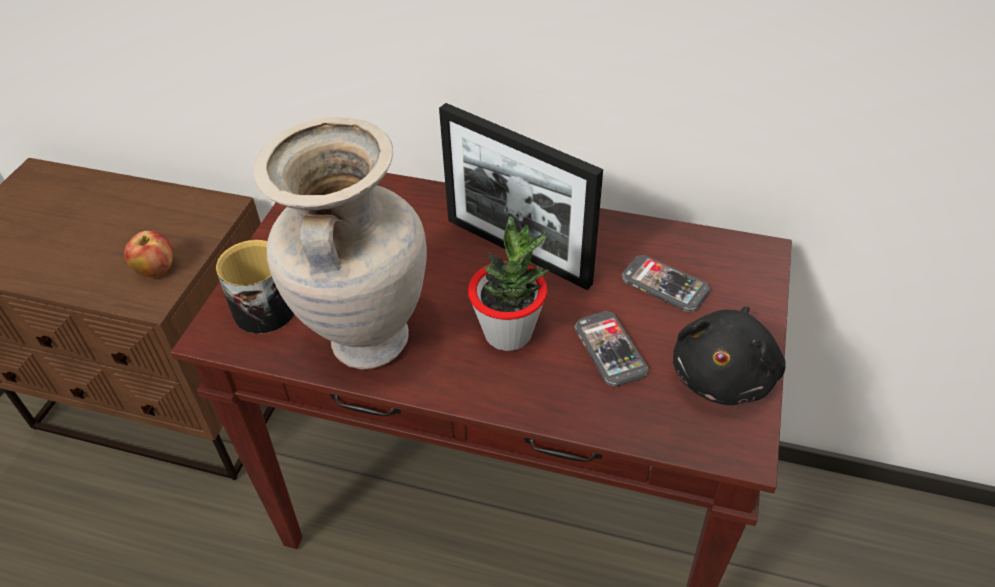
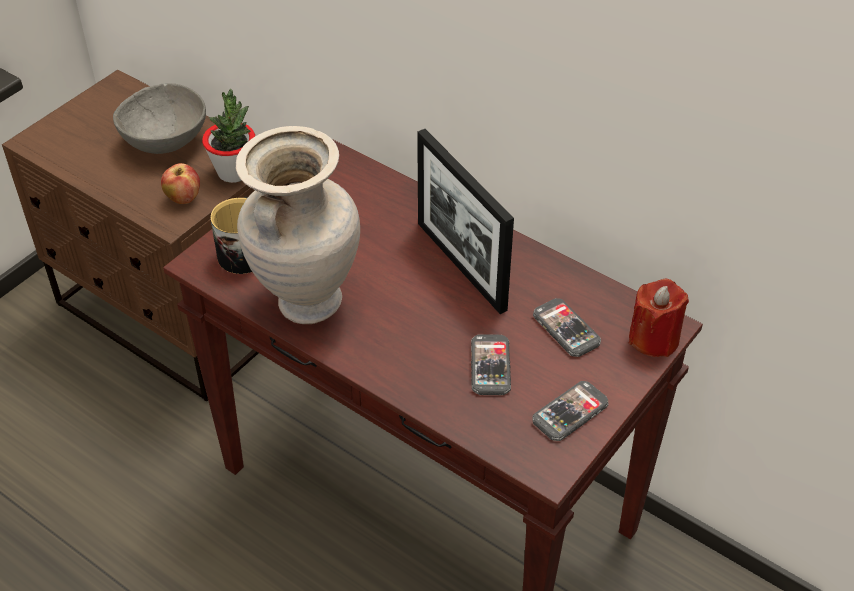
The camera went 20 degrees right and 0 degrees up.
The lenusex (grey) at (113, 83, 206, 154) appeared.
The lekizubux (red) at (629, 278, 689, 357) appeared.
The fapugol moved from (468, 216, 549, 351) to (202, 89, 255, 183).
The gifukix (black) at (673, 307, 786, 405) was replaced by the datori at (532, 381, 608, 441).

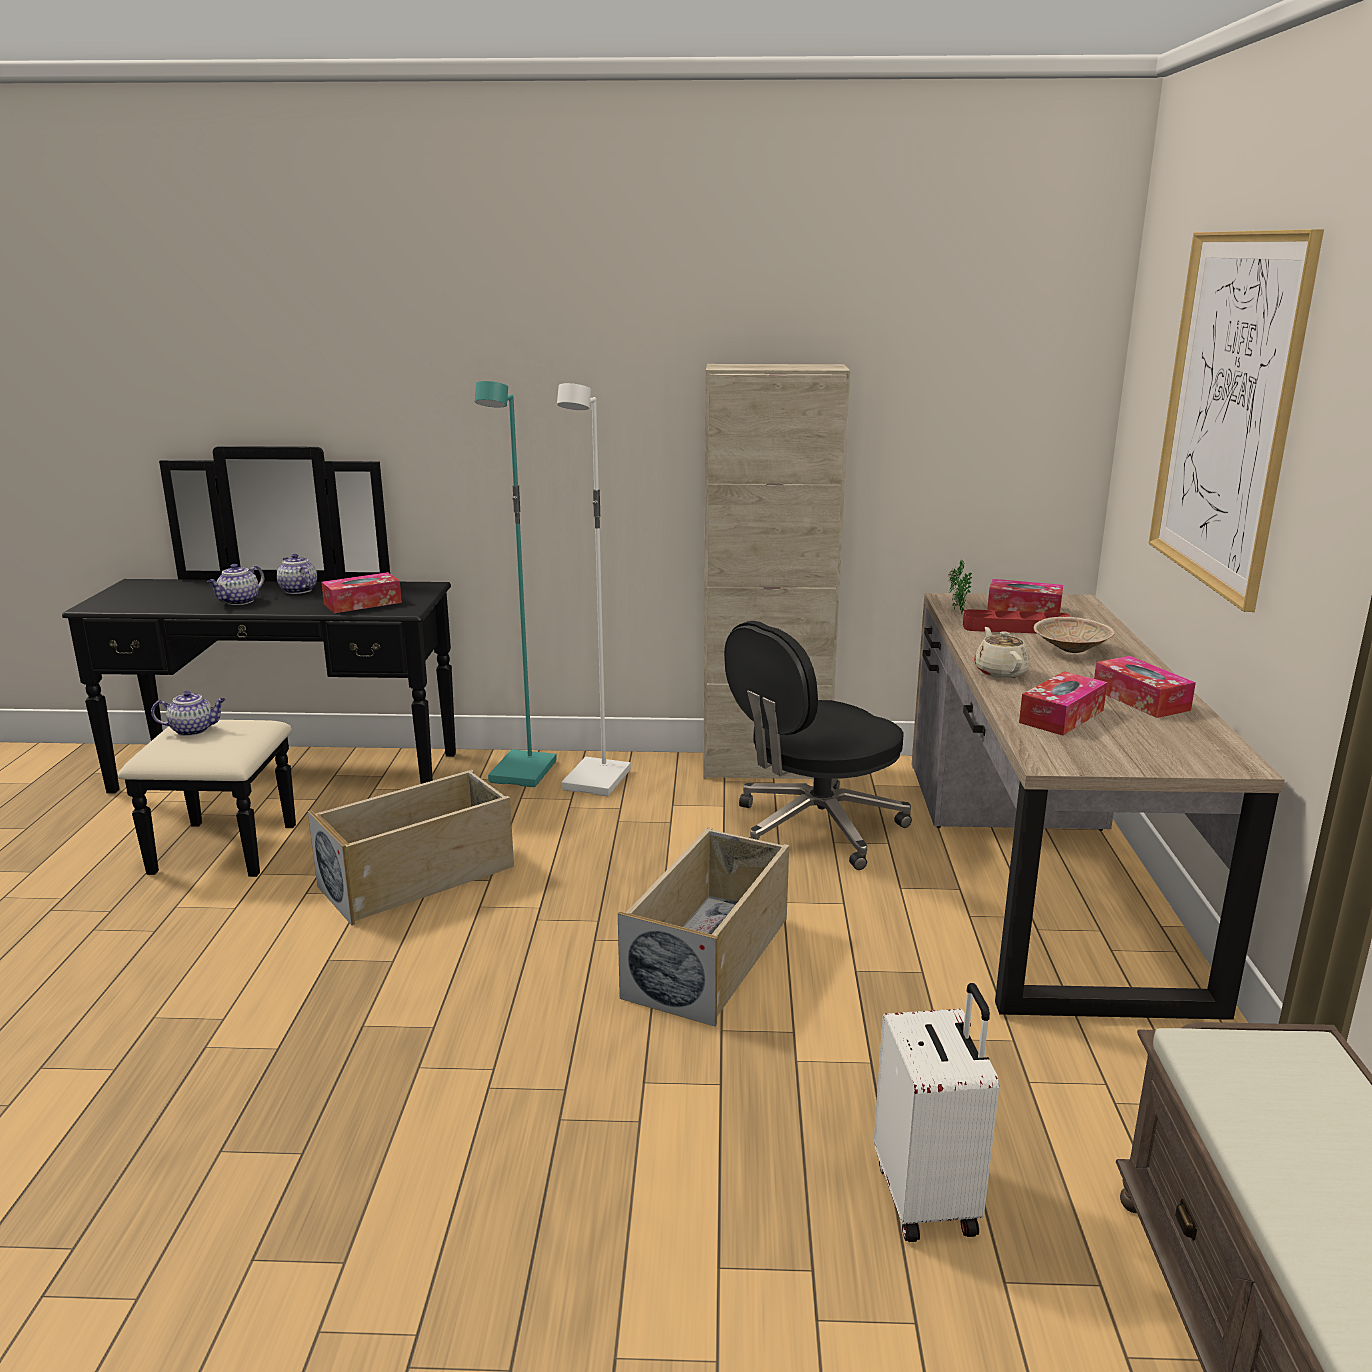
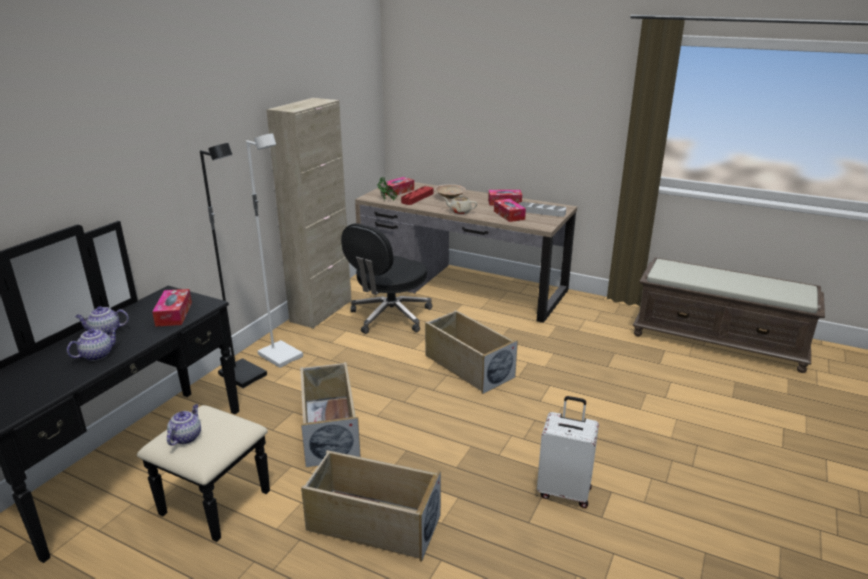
The camera went 65 degrees left and 5 degrees up.
The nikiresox at (1149, 229, 1324, 612) disappeared.
The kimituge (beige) at (301, 450, 441, 562) appeared.
The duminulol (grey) at (519, 202, 566, 217) appeared.
The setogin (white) moved from (874, 983, 999, 1242) to (537, 396, 599, 508).
The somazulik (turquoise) at (475, 381, 557, 787) became the somazulik (black) at (200, 143, 267, 388).
The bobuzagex at (207, 564, 264, 605) turned 105 degrees counterclockwise.
The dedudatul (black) at (724, 621, 912, 870) turned 45 degrees clockwise.

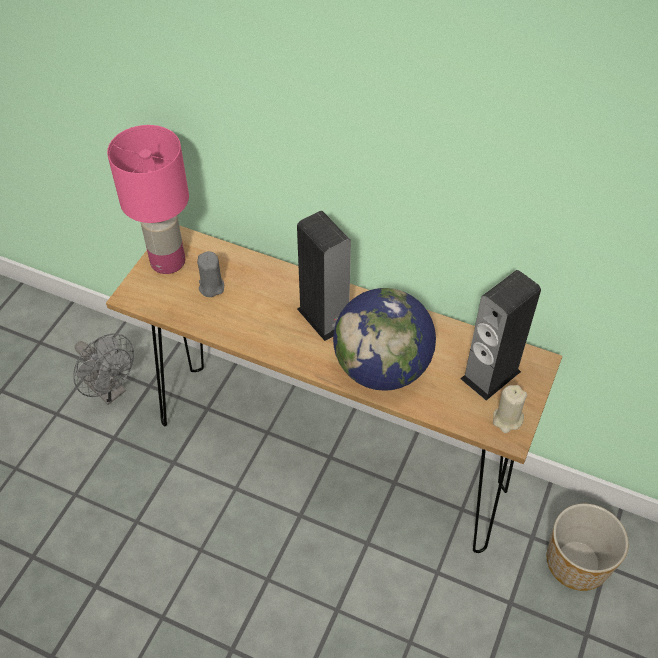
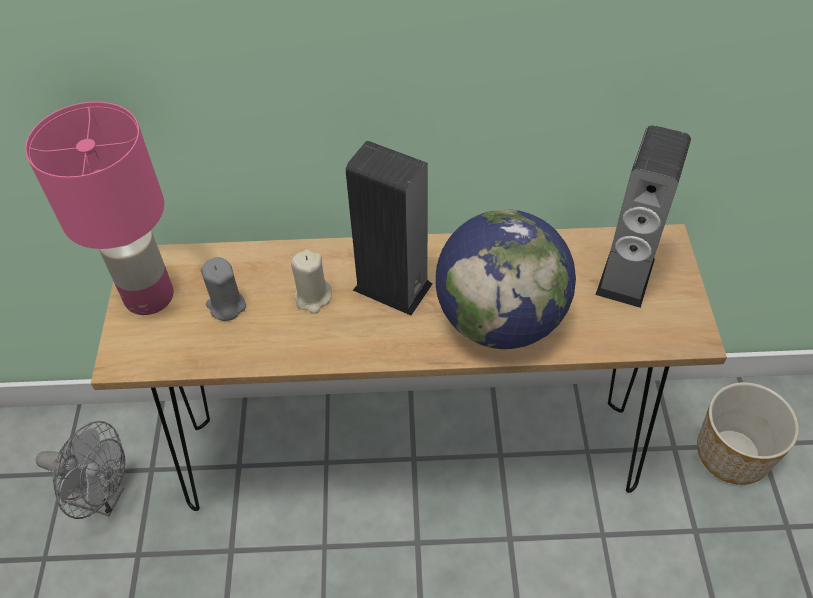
The camera went 25 degrees left and 0 degrees up.
The lekizubux (beige) moved from (493, 385, 527, 433) to (291, 249, 332, 314).

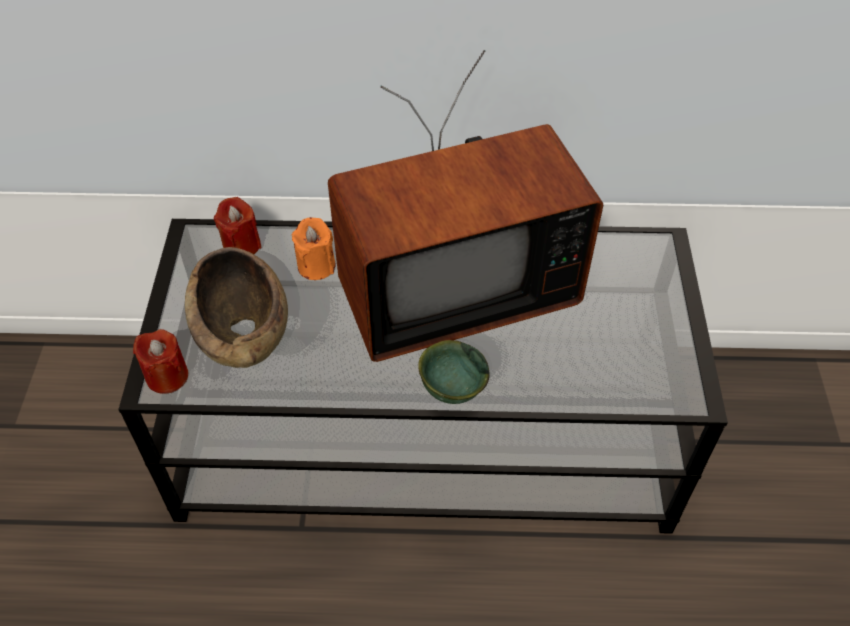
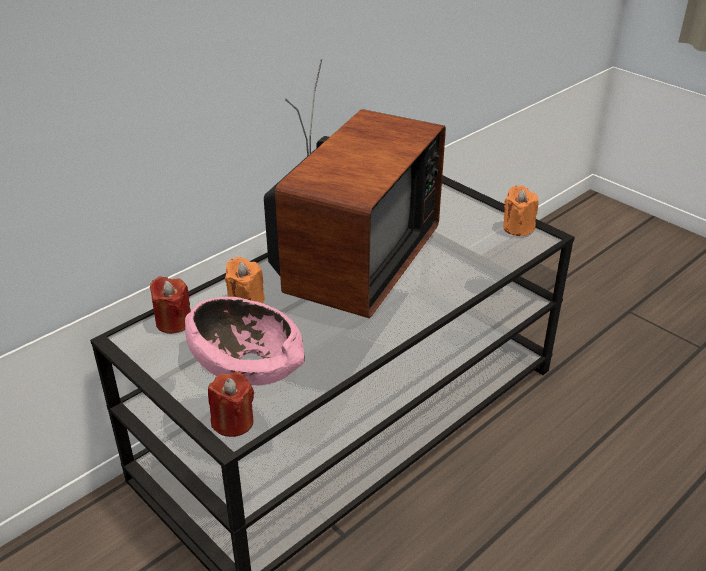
The camera went 45 degrees left and 15 degrees down.
The lenusex (green) at (418, 340, 490, 404) disappeared.
The lekizubux (orange) at (503, 185, 539, 236) appeared.
The lenusex (brown) at (185, 247, 288, 368) became the lenusex (pink) at (185, 297, 305, 385).

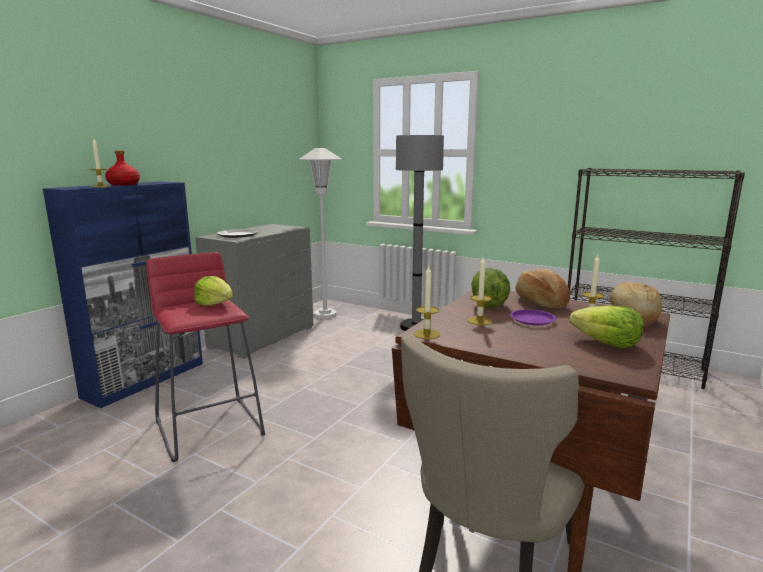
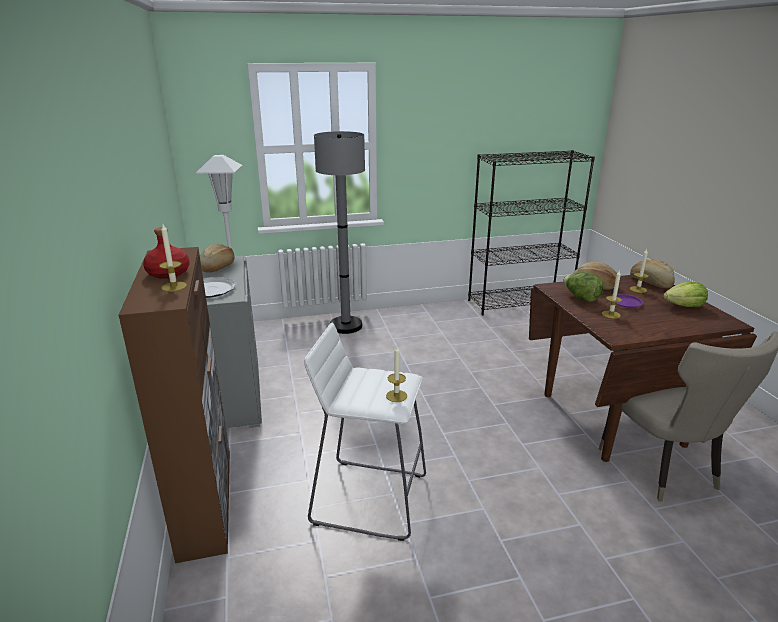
The camera went 45 degrees left and 10 degrees up.
The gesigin at (194, 276, 233, 306) disappeared.
The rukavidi at (200, 244, 235, 273) appeared.
The lekizubux moved from (414, 266, 440, 339) to (386, 347, 407, 402).
The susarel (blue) at (43, 181, 203, 408) became the susarel (brown) at (118, 247, 230, 563).
The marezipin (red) at (146, 252, 265, 462) became the marezipin (white) at (304, 323, 426, 541).

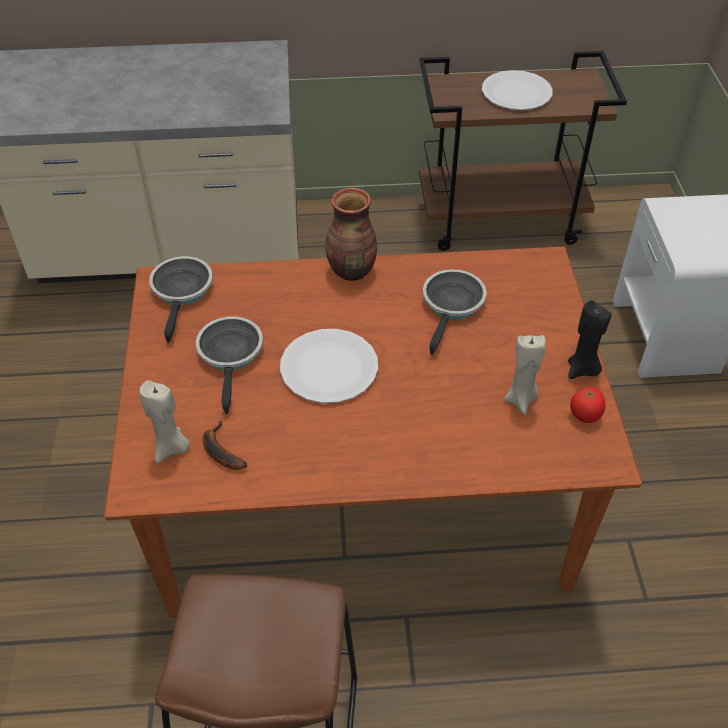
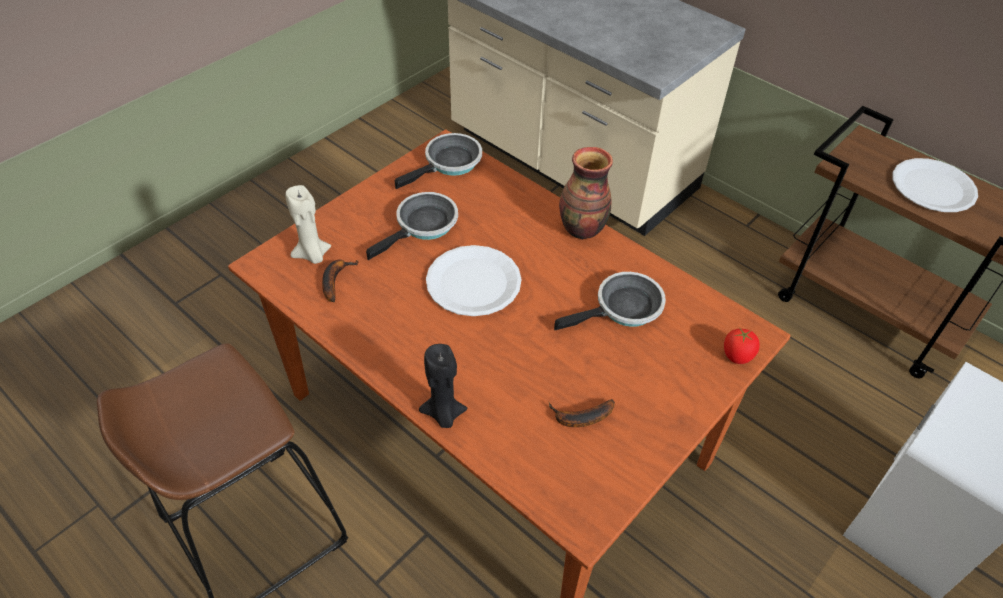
The camera went 45 degrees right and 0 degrees up.
The lekizubux (black) moved from (568, 300, 612, 379) to (419, 344, 468, 428).
The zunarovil moved from (570, 387, 605, 423) to (724, 327, 759, 364).
The lekizubux (beige) at (504, 335, 546, 415) was replaced by the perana at (549, 399, 615, 427).

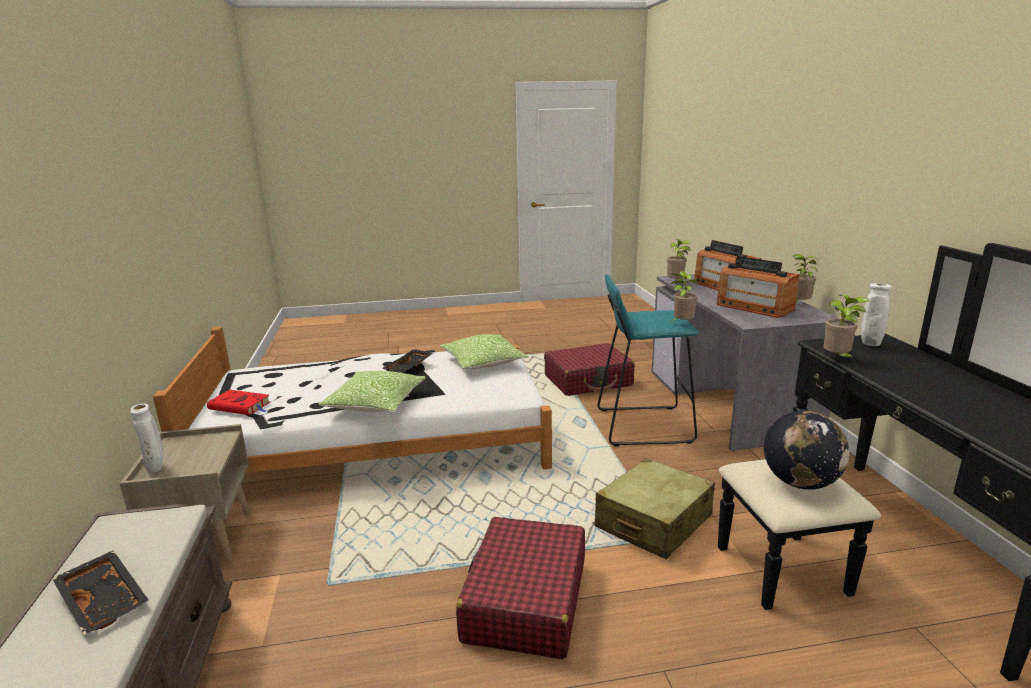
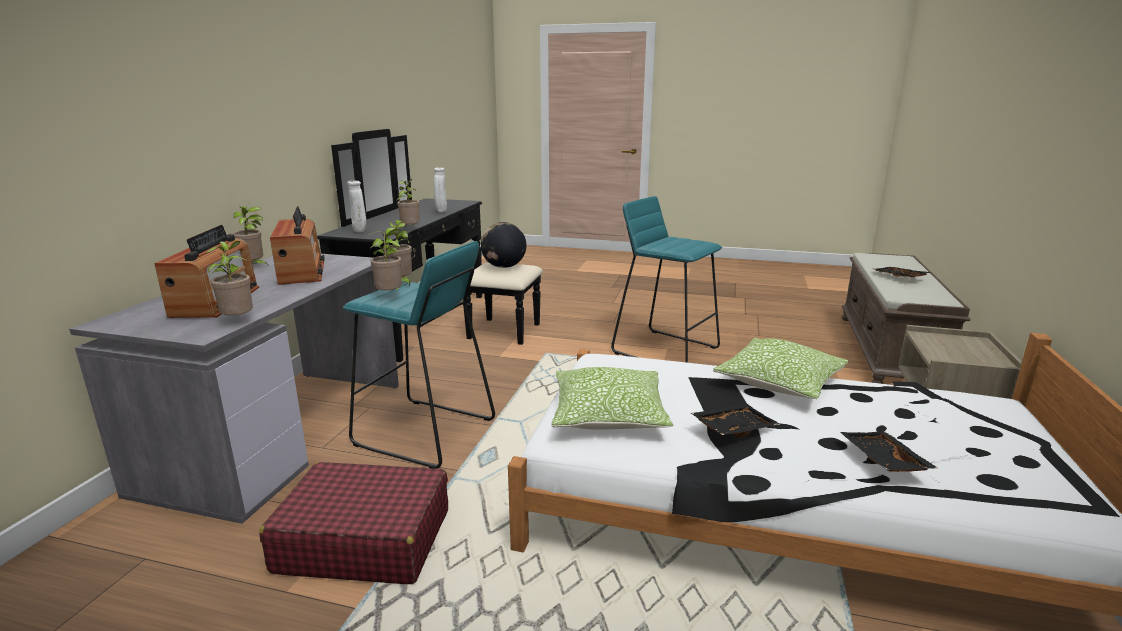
The camera went 155 degrees left and 0 degrees up.
The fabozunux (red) at (207, 390, 270, 415) disappeared.
The setogin (beige) at (595, 458, 715, 559) disappeared.
The fapugol at (369, 227, 402, 291) appeared.
The duminulol (black) at (840, 432, 939, 472) appeared.
The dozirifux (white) moved from (130, 404, 163, 473) to (434, 167, 447, 213).
The setogin (red) at (456, 517, 585, 659) was replaced by the marezipin (turquoise) at (611, 196, 722, 363).

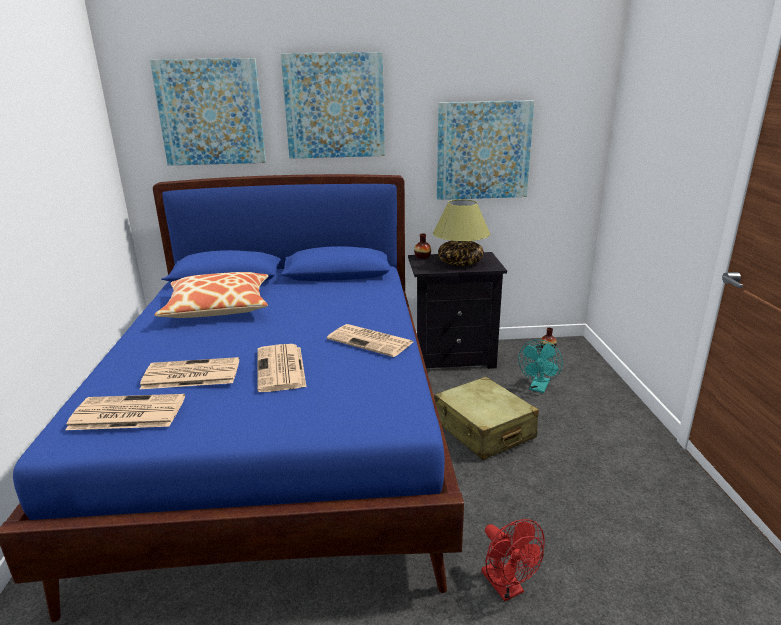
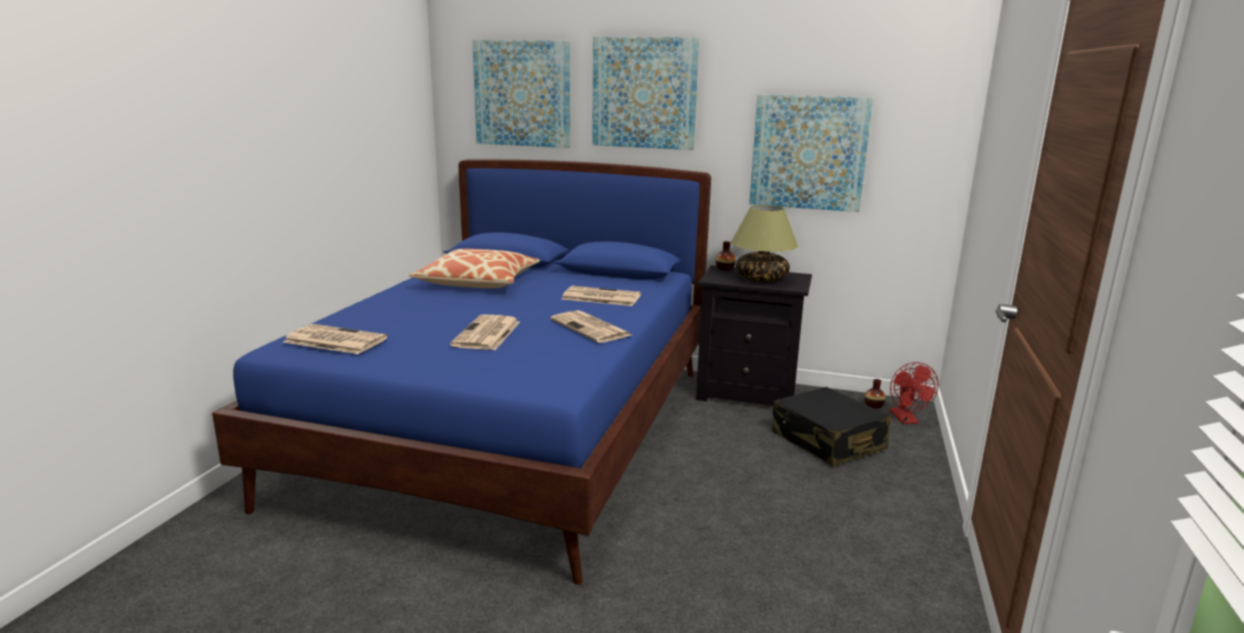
The camera went 20 degrees right and 5 degrees down.
The setogin (beige) at (434, 376, 539, 460) disappeared.
The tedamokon moved from (140, 357, 239, 389) to (562, 286, 641, 306).
The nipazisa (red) moved from (481, 519, 545, 601) to (890, 362, 938, 424).
The nipazisa (turquoise) at (518, 340, 563, 393) was replaced by the setogin (black) at (772, 387, 891, 466).

